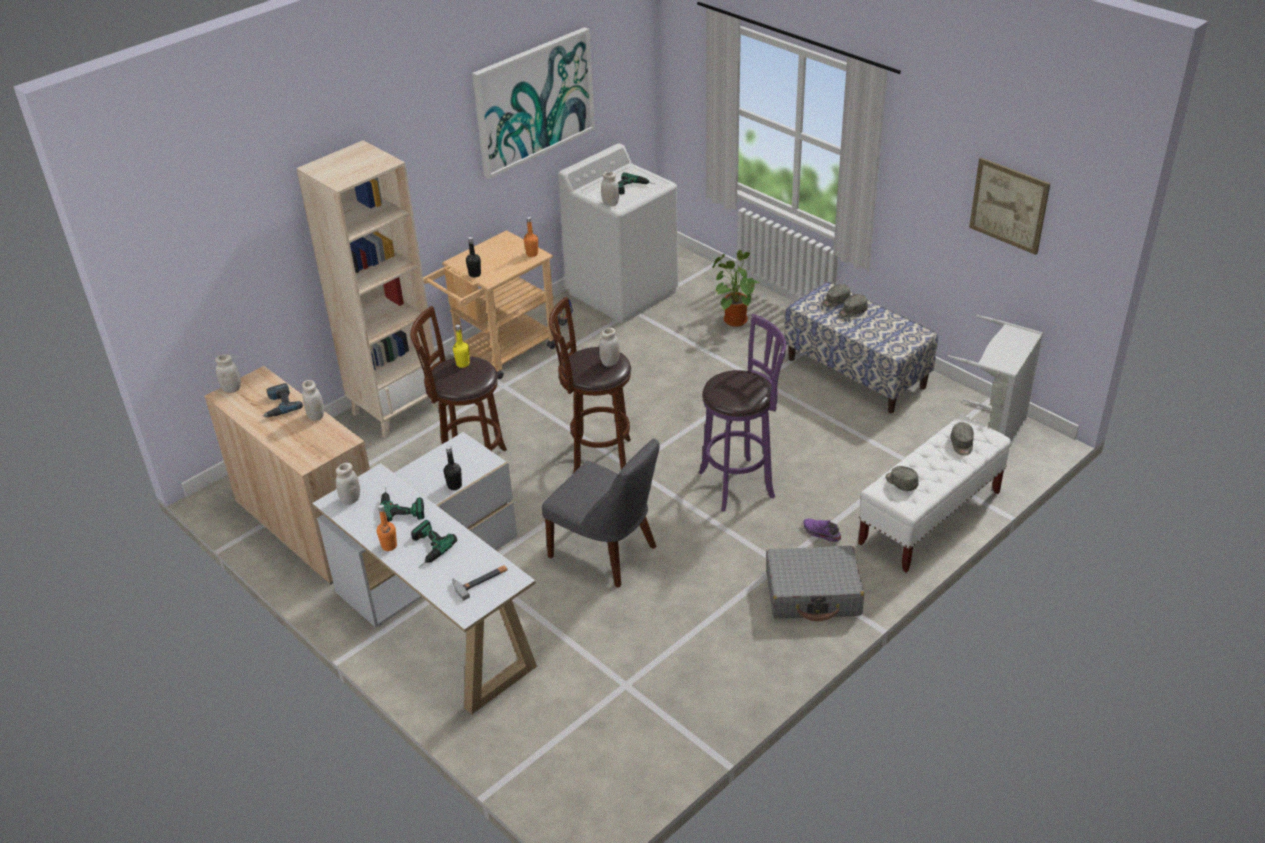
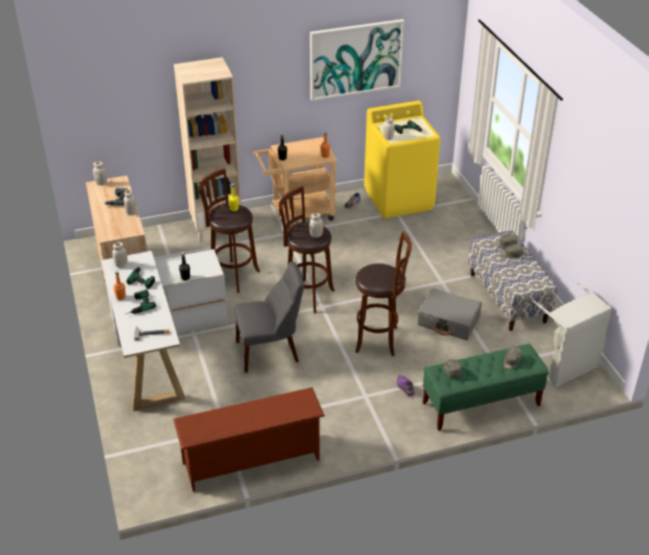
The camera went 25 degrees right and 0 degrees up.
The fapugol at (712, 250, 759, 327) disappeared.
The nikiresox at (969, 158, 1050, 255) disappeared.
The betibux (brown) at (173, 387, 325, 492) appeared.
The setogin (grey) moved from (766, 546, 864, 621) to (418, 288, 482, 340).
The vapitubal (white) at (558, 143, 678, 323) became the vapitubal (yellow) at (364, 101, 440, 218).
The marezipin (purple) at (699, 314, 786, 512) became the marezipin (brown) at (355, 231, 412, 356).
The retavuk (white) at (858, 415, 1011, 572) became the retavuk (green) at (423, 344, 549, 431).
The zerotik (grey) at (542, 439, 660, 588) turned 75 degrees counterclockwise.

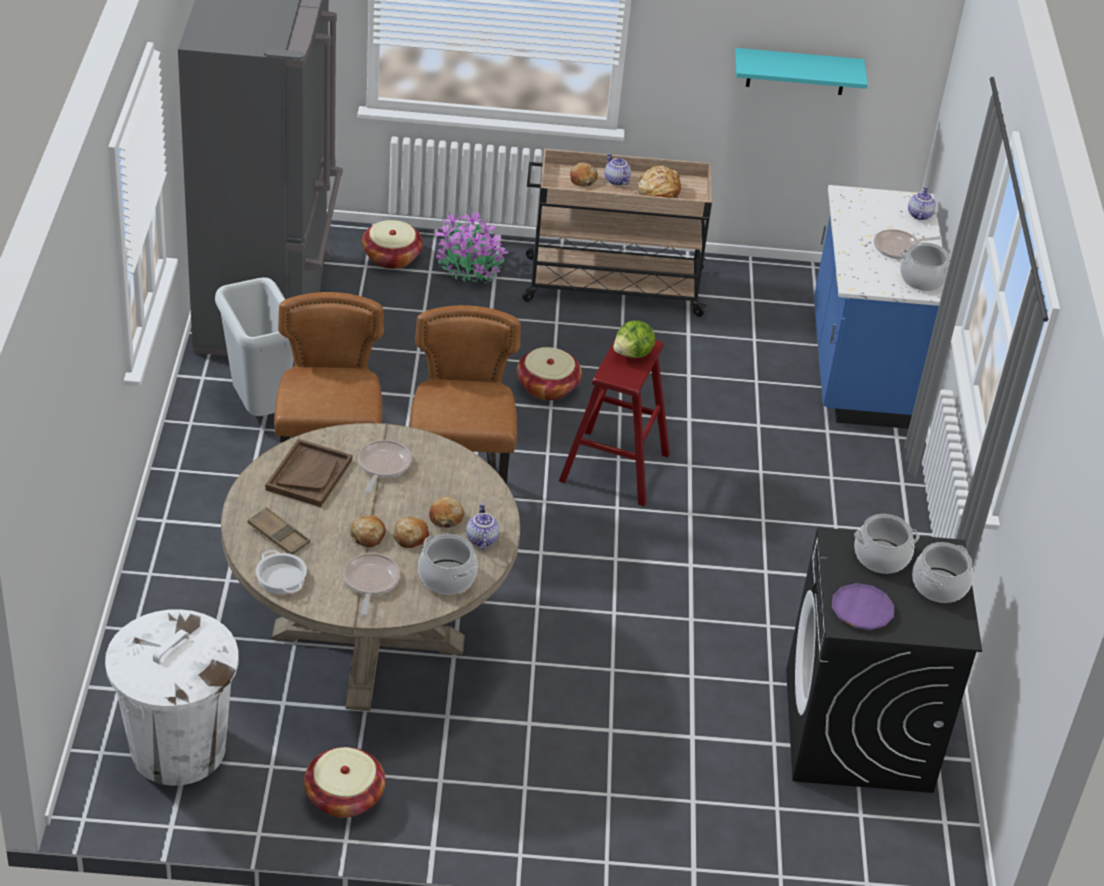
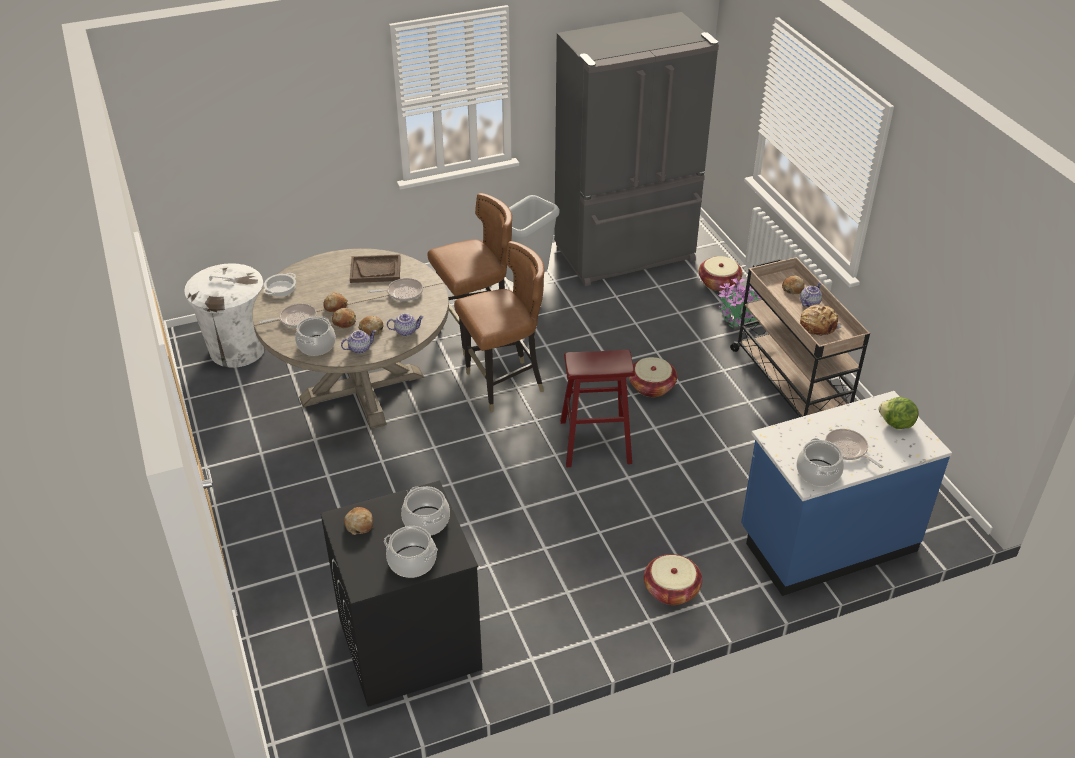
The camera went 70 degrees right and 0 degrees up.
The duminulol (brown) at (248, 507, 310, 555) disappeared.
The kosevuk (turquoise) at (735, 48, 868, 95) disappeared.
The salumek moved from (304, 747, 385, 818) to (644, 554, 702, 605).
The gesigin moved from (613, 321, 655, 358) to (878, 397, 919, 429).
The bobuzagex moved from (908, 186, 936, 220) to (387, 313, 424, 336).
The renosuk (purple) at (832, 583, 894, 630) was replaced by the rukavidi at (344, 507, 373, 535).

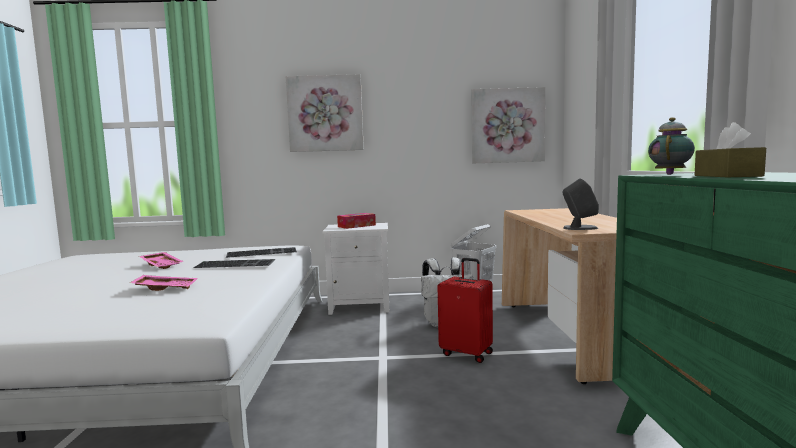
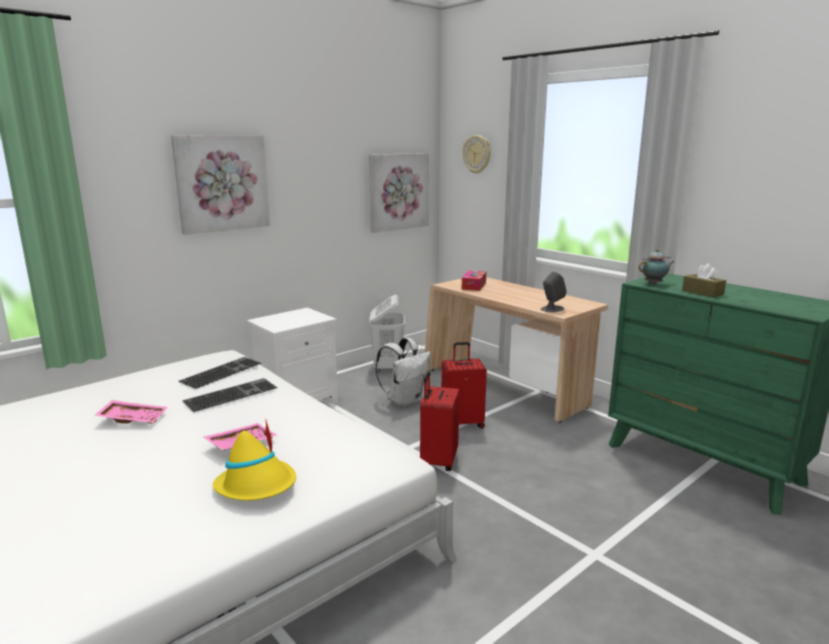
The camera went 40 degrees left and 10 degrees up.
The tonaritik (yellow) at (213, 421, 296, 501) appeared.
The setogin (red) at (420, 372, 460, 471) appeared.
The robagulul at (463, 135, 491, 174) appeared.
The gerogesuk moved from (337, 213, 376, 229) to (462, 271, 486, 291).
The bobuzagex at (648, 117, 695, 175) turned 75 degrees clockwise.

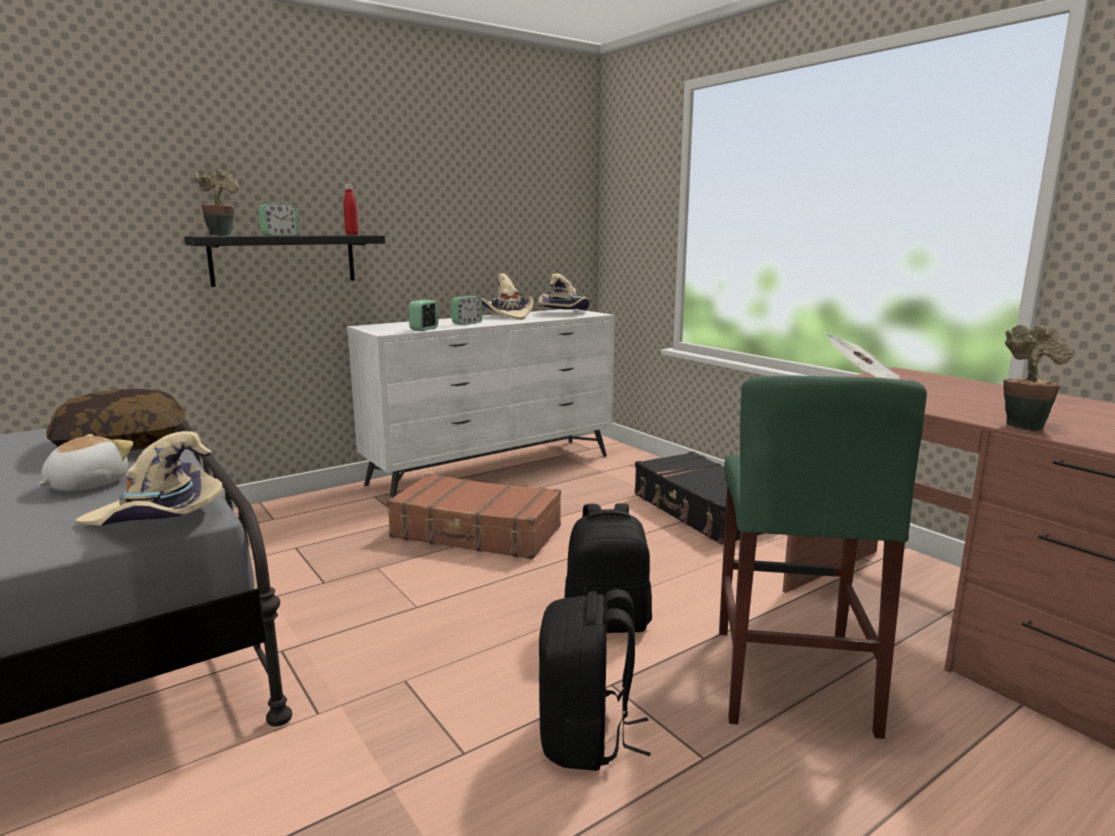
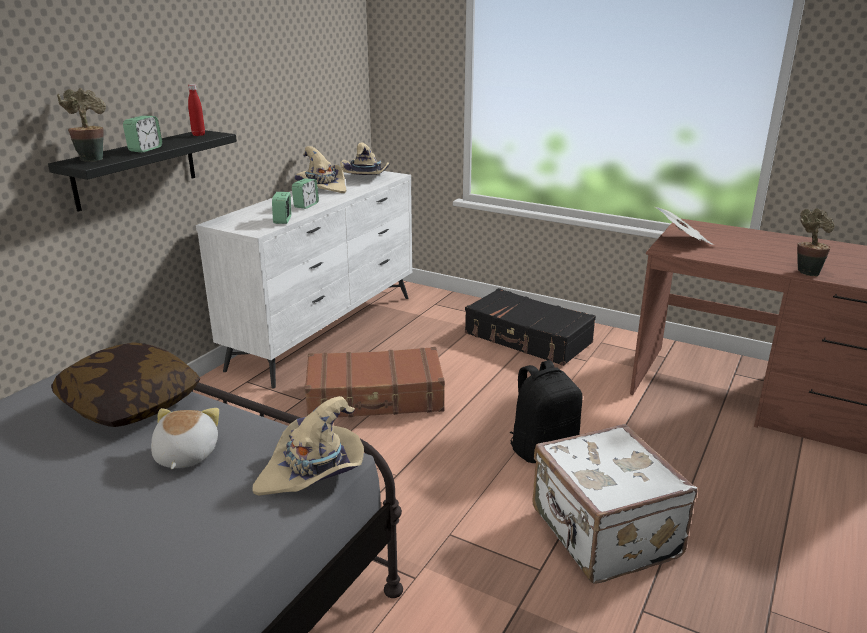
The camera went 25 degrees left and 10 degrees up.
The marezipin (green) at (719, 376, 927, 739) disappeared.
The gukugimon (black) at (539, 589, 651, 771) was replaced by the setogin (white) at (532, 424, 697, 584).

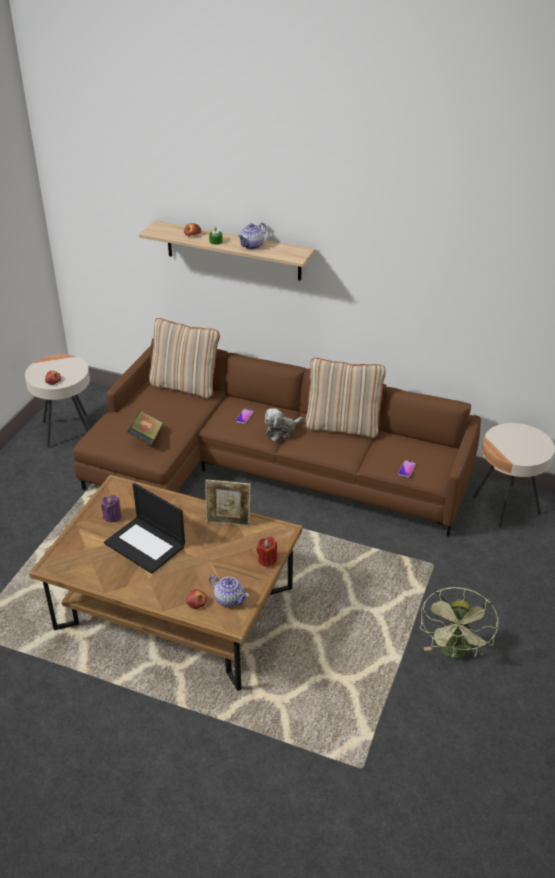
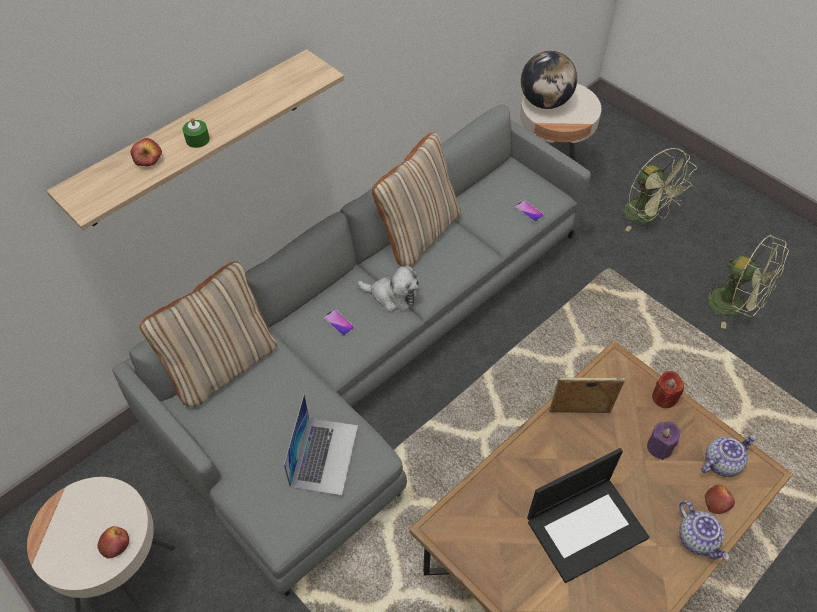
The camera went 65 degrees left and 15 degrees up.
The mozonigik at (521, 51, 577, 109) appeared.
The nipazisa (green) at (624, 148, 697, 232) appeared.
The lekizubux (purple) moved from (101, 495, 122, 522) to (647, 422, 681, 460).
The bobuzagex moved from (238, 222, 266, 249) to (679, 500, 729, 560).
The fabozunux at (127, 411, 163, 445) was replaced by the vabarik at (284, 395, 358, 496).
The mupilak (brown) at (73, 338, 481, 536) became the mupilak (grey) at (113, 104, 591, 597).
The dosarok at (205, 479, 251, 526) turned 120 degrees counterclockwise.
The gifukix at (265, 408, 303, 442) turned 60 degrees counterclockwise.

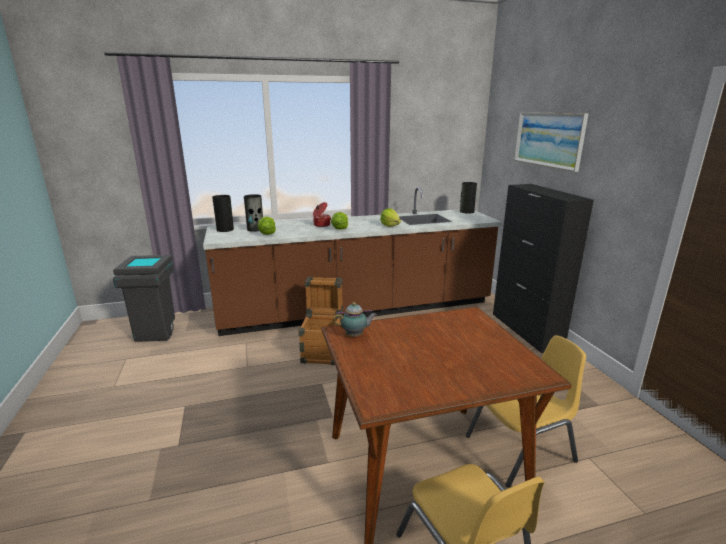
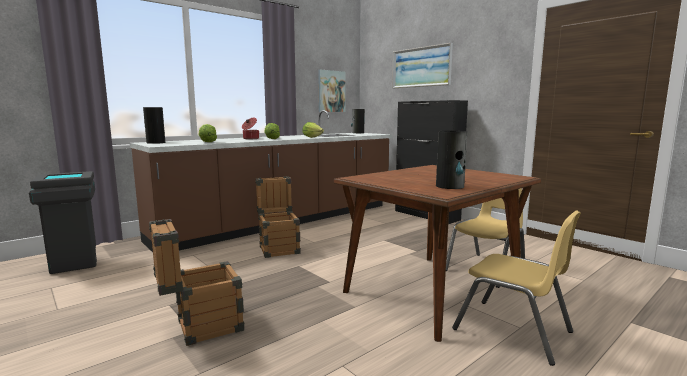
The camera went 25 degrees left and 10 degrees down.
The bobuzagex at (333, 302, 377, 337) disappeared.
The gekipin at (149, 219, 245, 346) appeared.
The nikiresox at (318, 70, 345, 112) appeared.
The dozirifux moved from (244, 194, 263, 232) to (436, 131, 467, 189).

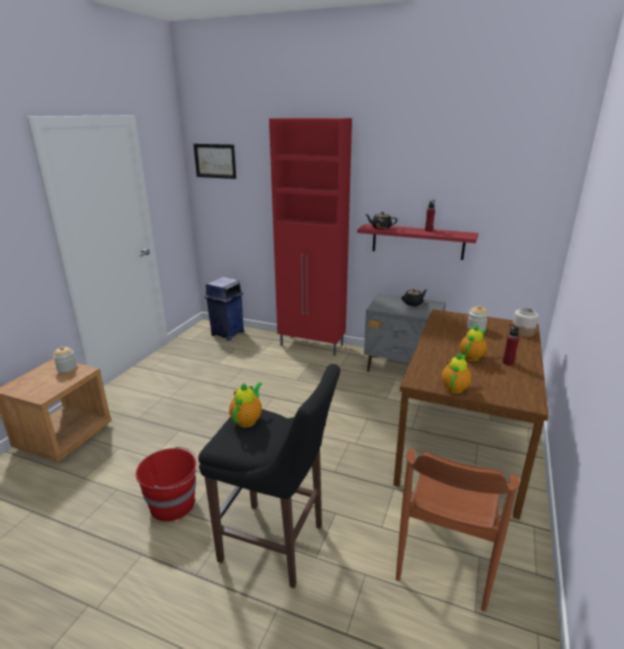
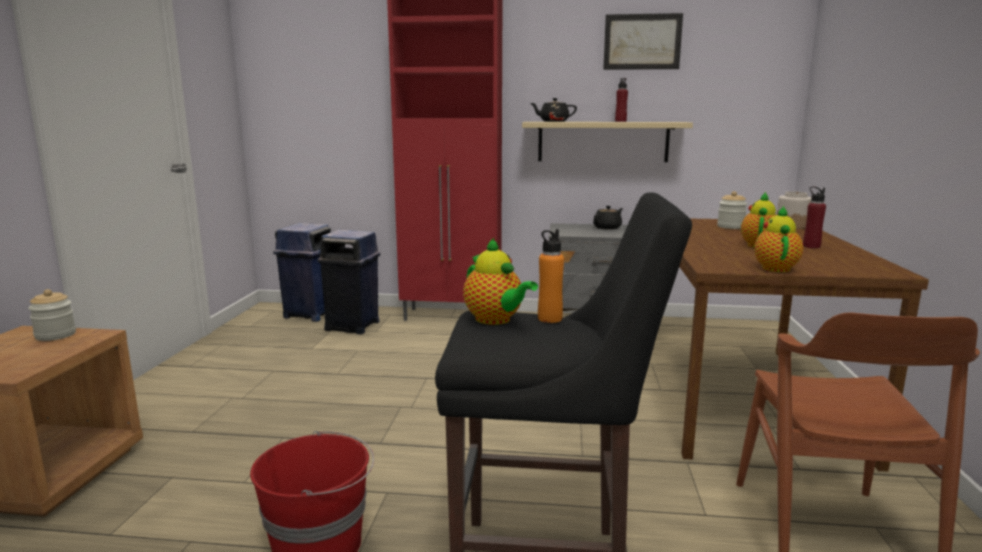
The camera went 15 degrees left and 10 degrees down.
The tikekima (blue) at (317, 230, 380, 334) appeared.
The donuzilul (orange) at (538, 229, 564, 323) appeared.
The nikiresox moved from (193, 144, 236, 179) to (603, 13, 683, 70).
The kosevuk (red) at (357, 224, 478, 260) became the kosevuk (beige) at (522, 122, 693, 162).
The bobuzagex at (229, 382, 262, 428) turned 135 degrees clockwise.

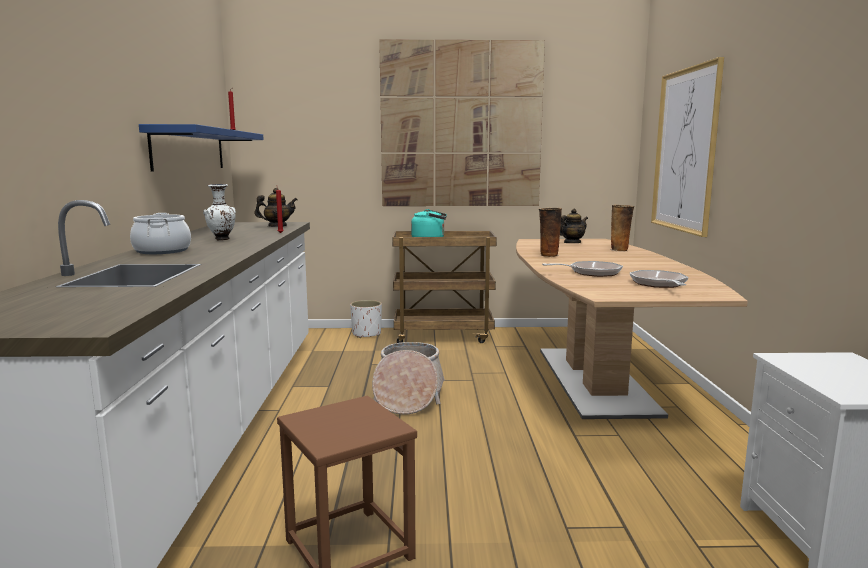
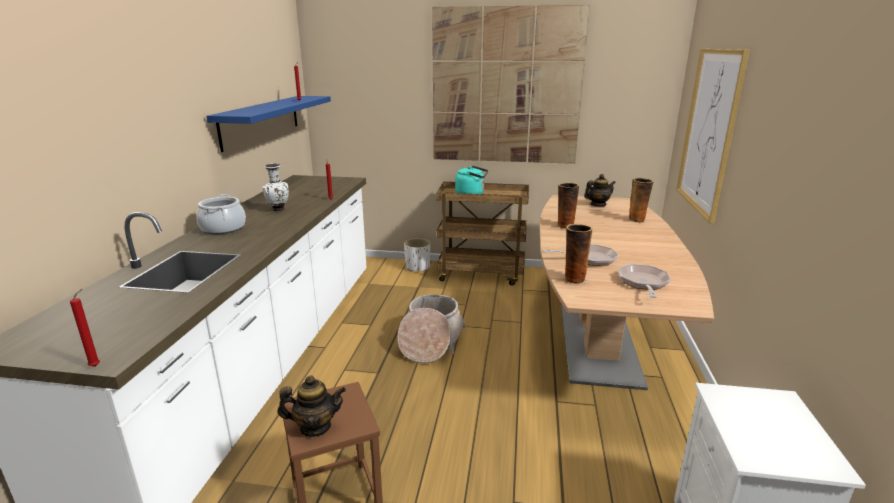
The camera went 10 degrees right and 10 degrees up.
The lekizubux (red) at (70, 289, 100, 367) appeared.
The dozirifux at (564, 224, 593, 284) appeared.
The bobuzagex moved from (255, 188, 297, 227) to (278, 375, 346, 437).

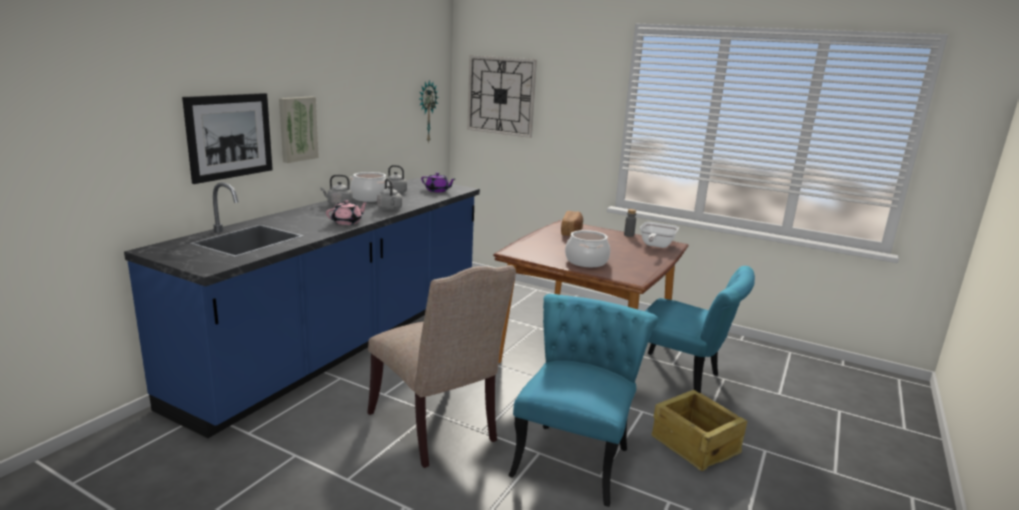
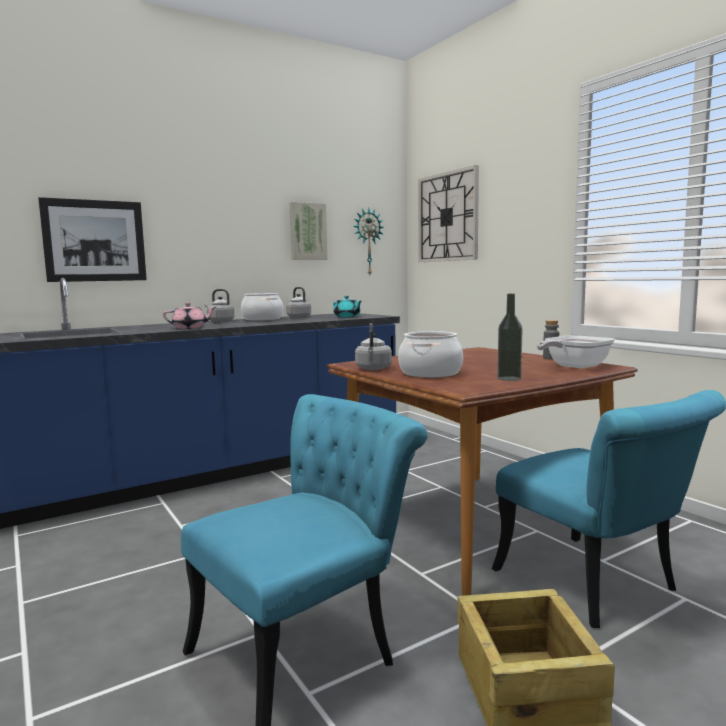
The camera went 30 degrees right and 10 degrees down.
The zerotik (beige) at (367, 265, 516, 468) disappeared.
The rukavidi at (561, 211, 583, 236) disappeared.
The donuzilul at (497, 294, 523, 381) appeared.
The nikiresox moved from (279, 96, 319, 163) to (289, 202, 327, 260).
The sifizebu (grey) moved from (377, 178, 402, 211) to (355, 323, 392, 370).
The bobuzagex (purple) at (421, 172, 455, 192) became the bobuzagex (turquoise) at (333, 296, 362, 317).

